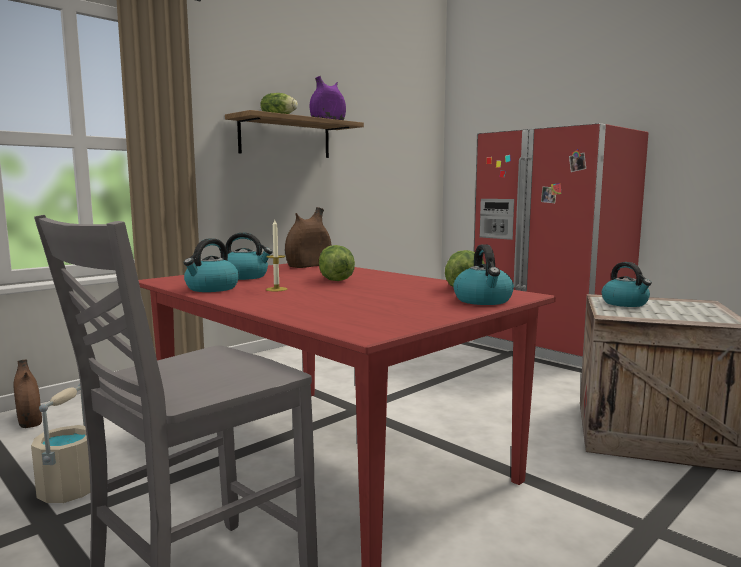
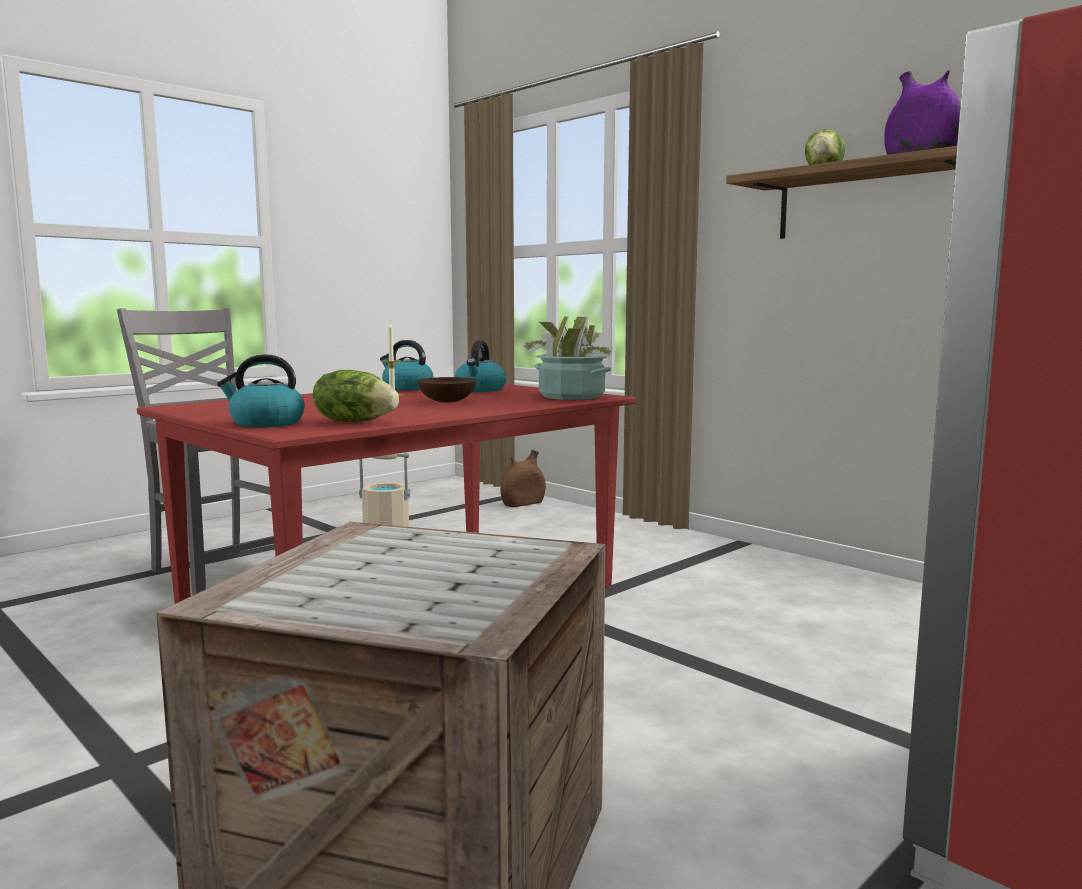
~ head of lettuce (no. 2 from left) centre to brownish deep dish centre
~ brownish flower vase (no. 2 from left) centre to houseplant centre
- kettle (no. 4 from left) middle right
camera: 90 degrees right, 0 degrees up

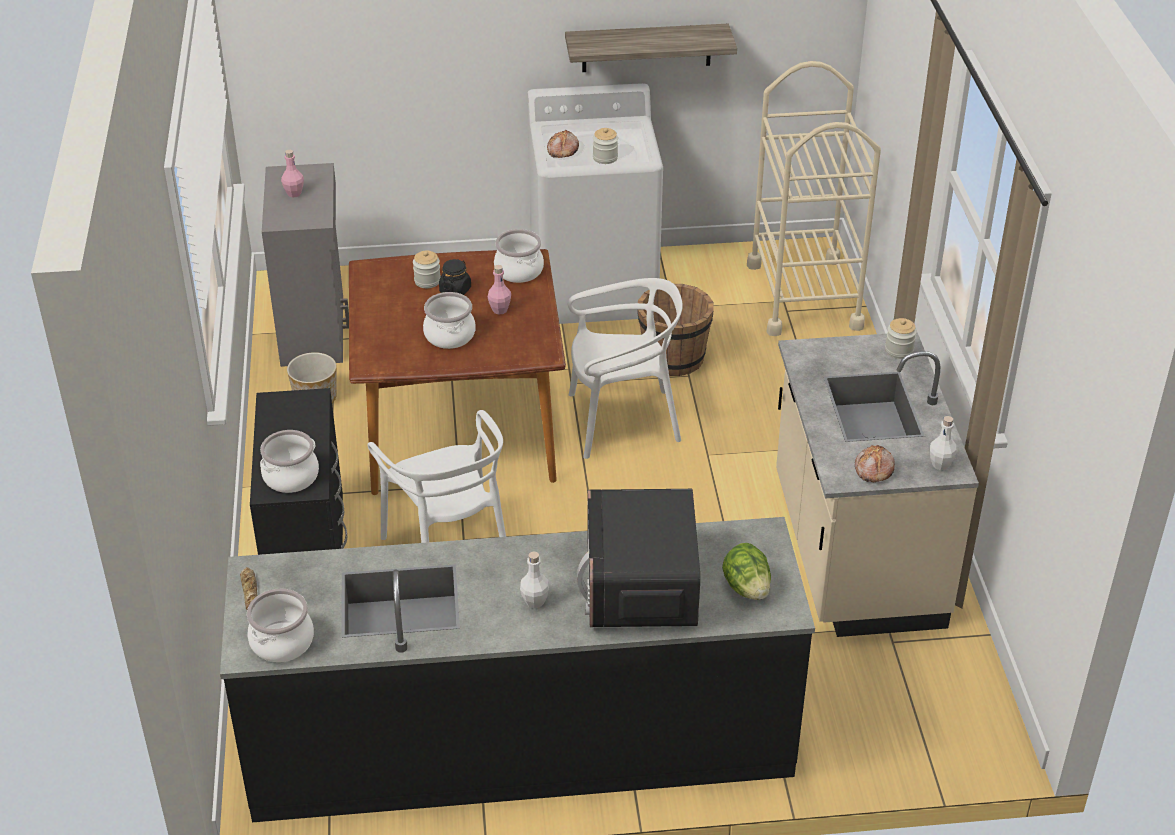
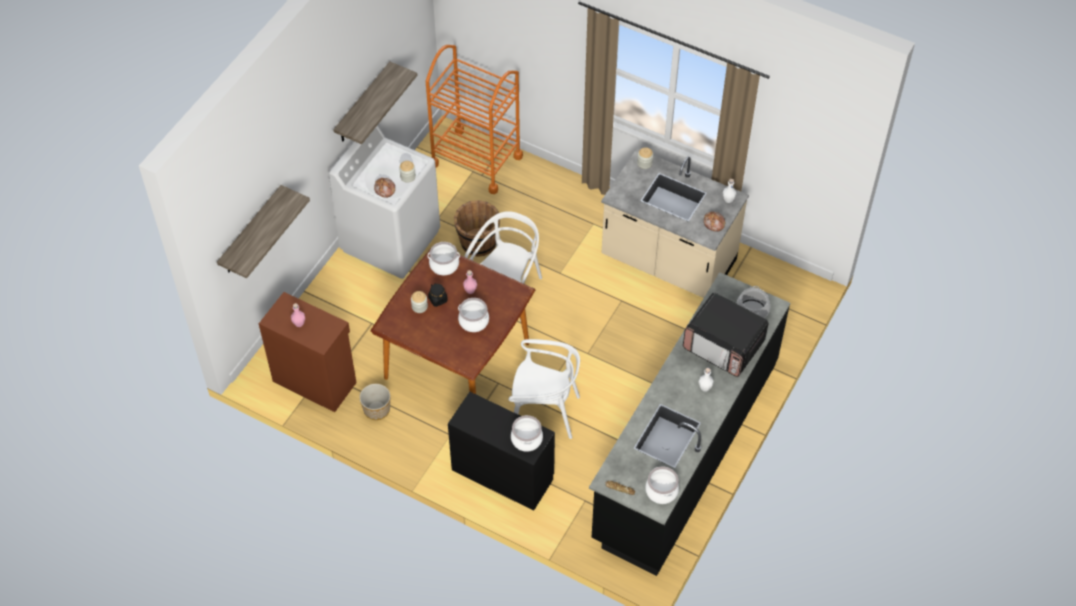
+ bracket shelf (no. 1 from left) middle left
~ grey cupboard top left to brownish cupboard middle left
~ beige-coloured wheeled cart top right to orangey wheeled cart top centre
~ head of lettuce bottom centre to stockpot (no. 5 from left) middle right
camera: 55 degrees left, 15 degrees up

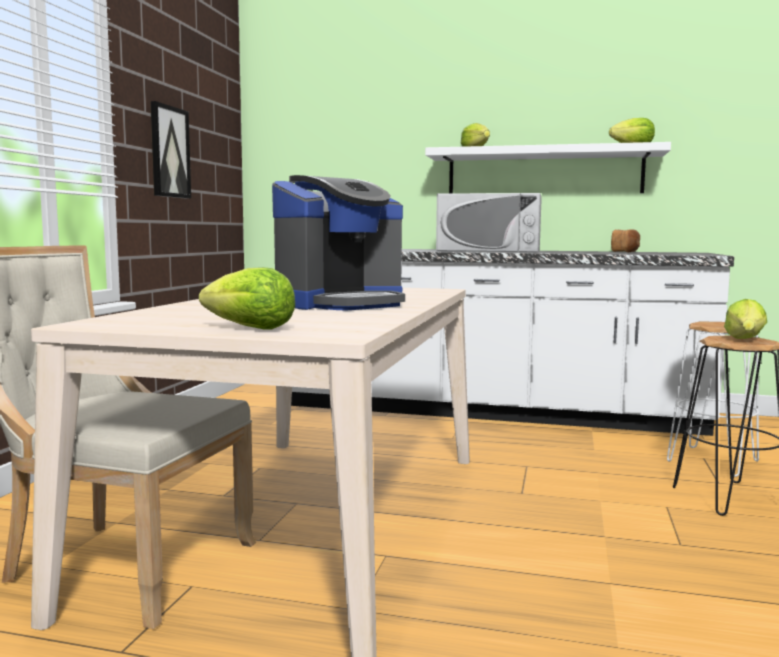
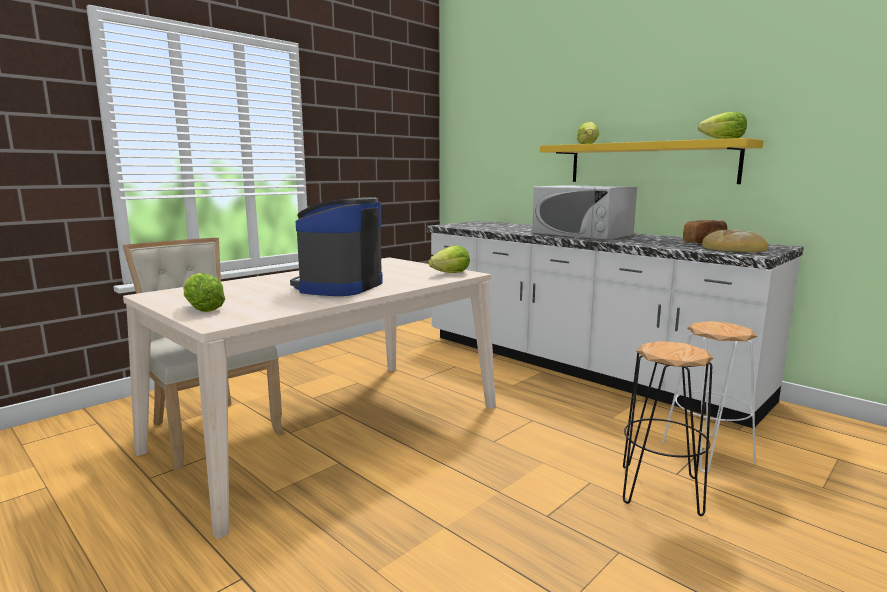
~ coffee brewer centre = centre 120 degrees clockwise
~ head of lettuce (no. 4 from left in the first image) middle right to head of lettuce (no. 2 from left) centre
~ whitish bracket shelf top right to yellow-coloured bracket shelf top right
+ bread (no. 2 from left) middle right
- picture top left
camera: 30 degrees right, 5 degrees up

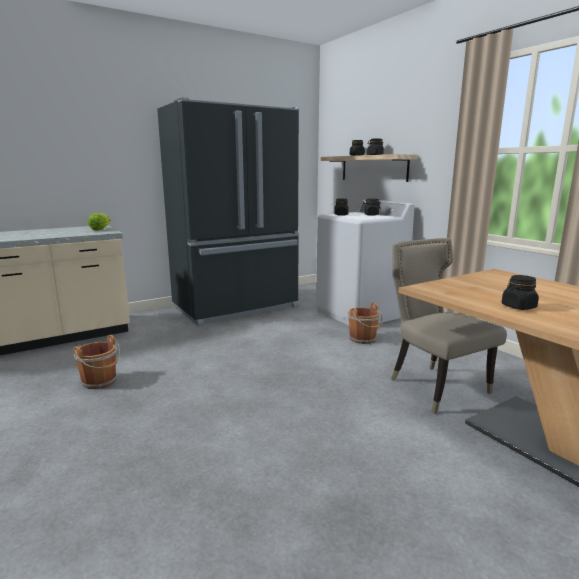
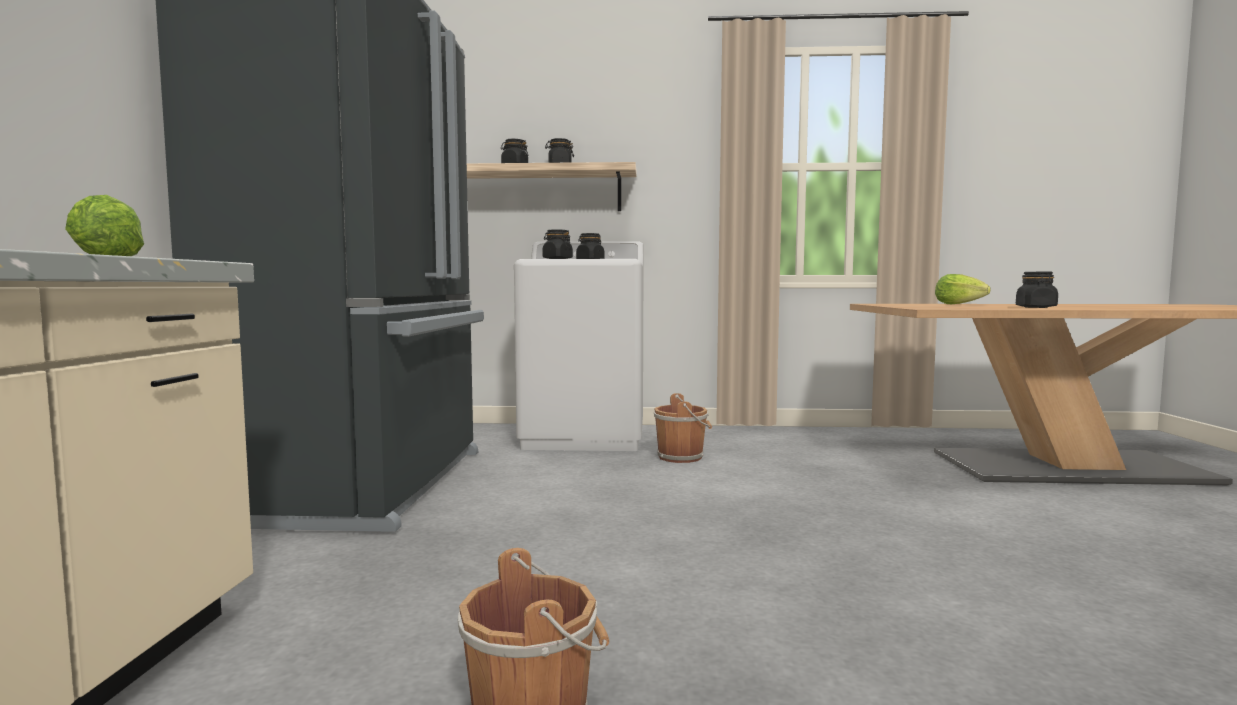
+ head of lettuce (no. 2 from left) middle right
- beige-coloured upright chair middle right
camera: 55 degrees left, 10 degrees down

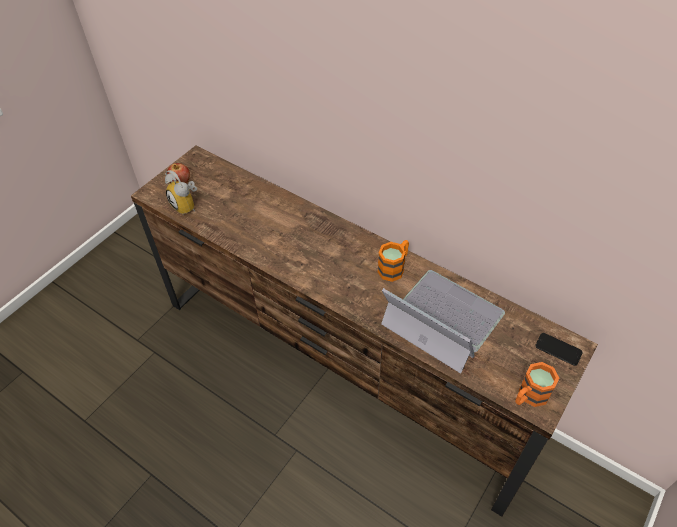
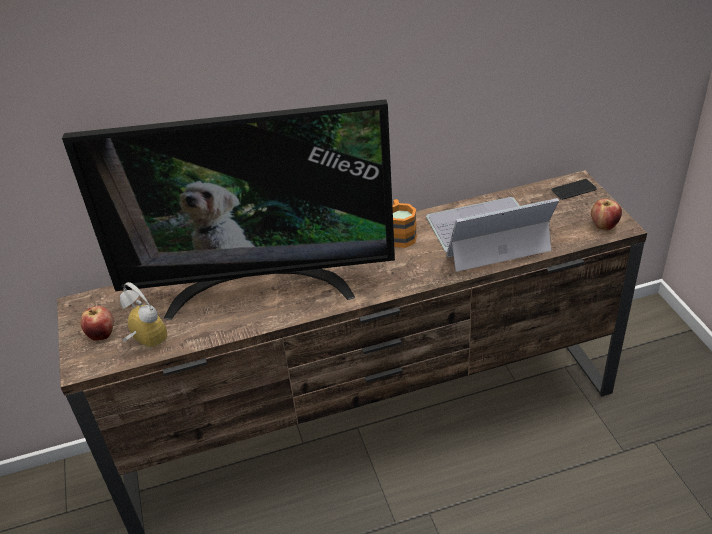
+ television middle left
~ bedside clock middle left = middle left 135 degrees counterclockwise
~ orangey tea mug (no. 2 from left) bottom right to whole apple (no. 2 from left) middle right
camera: 50 degrees left, 10 degrees down

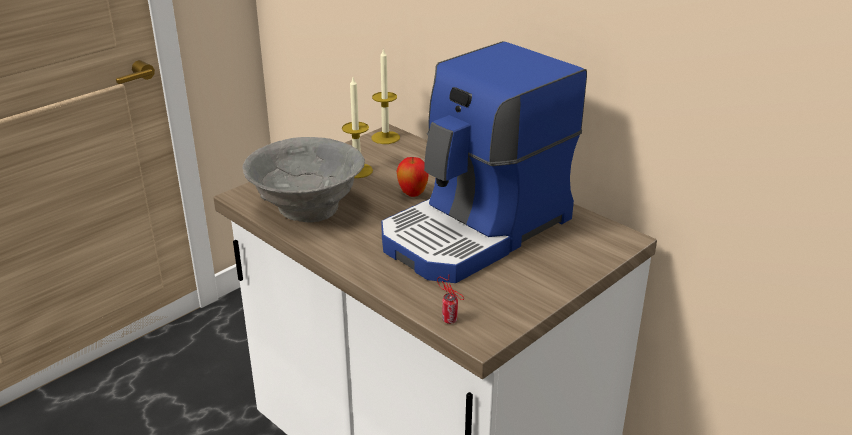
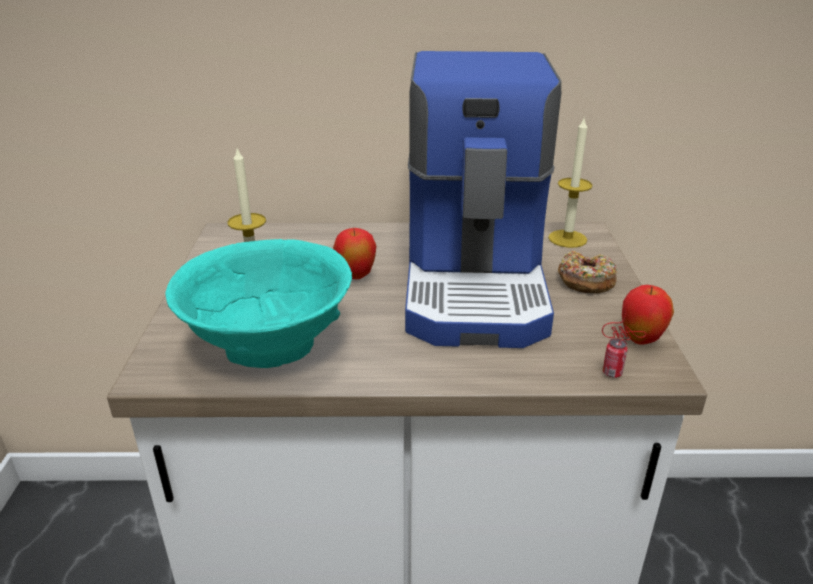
~ grey deep dish centre to blue-green deep dish middle left
~ wax candle (no. 2 from left) top centre to top right
+ doughnut middle right
+ whole apple (no. 2 from left) middle right
camera: 45 degrees left, 0 degrees up

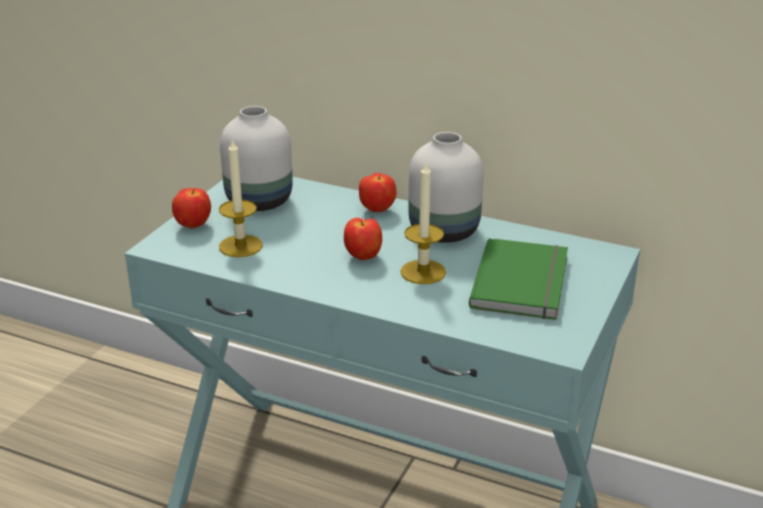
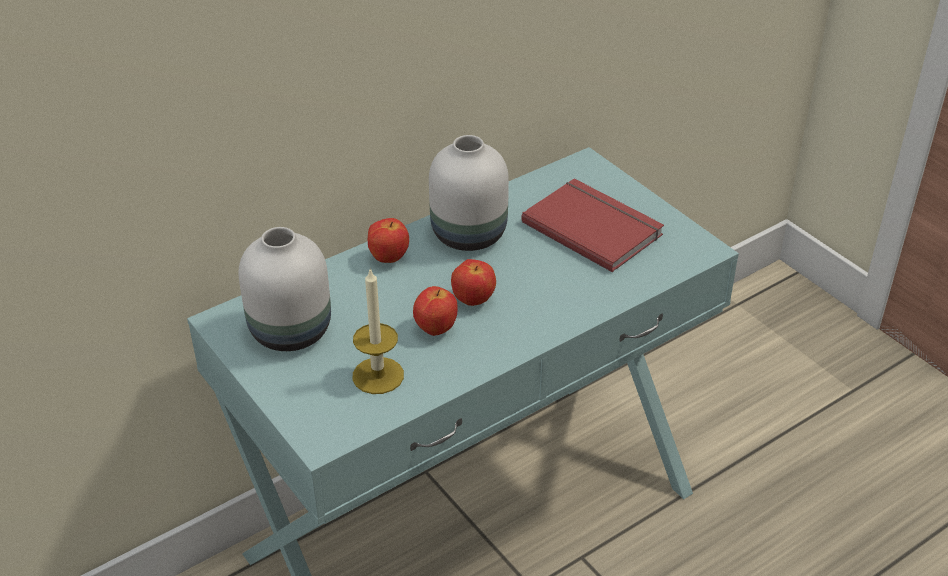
~ whole apple (no. 1 from left in the first image) middle left to whole apple (no. 2 from left) centre
~ green-coloured volume middle right to red volume centre
- wax candle (no. 2 from left) centre
camera: 60 degrees left, 10 degrees up

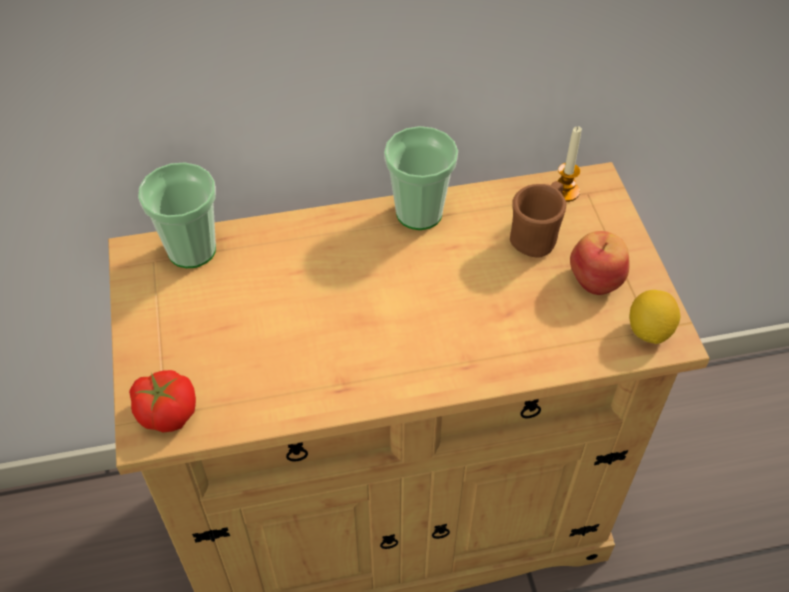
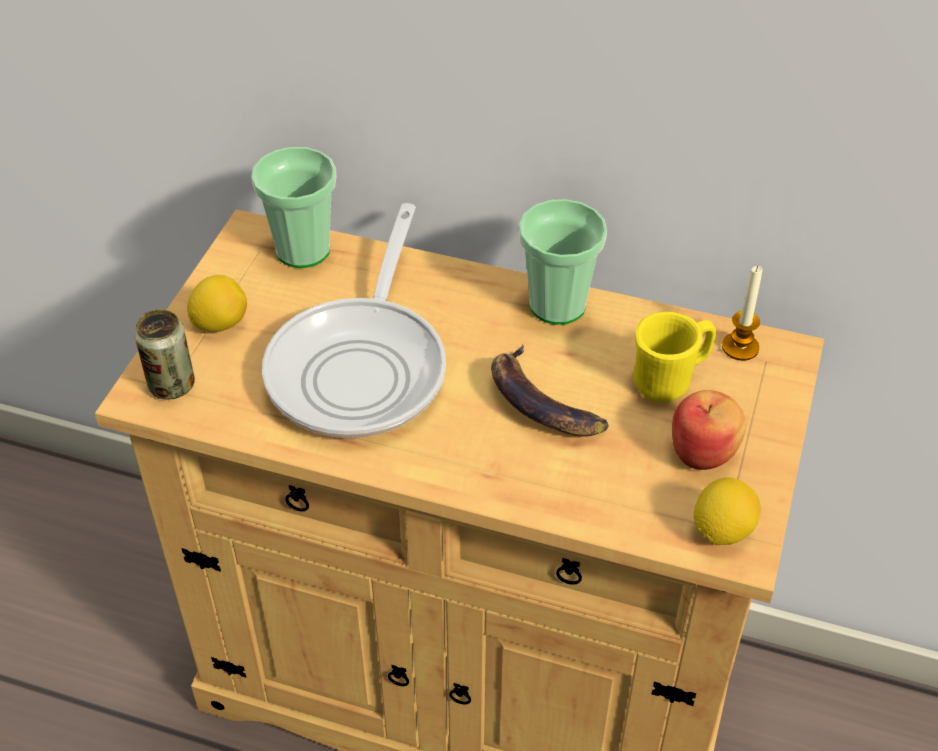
~ fresh tomato bottom left to metal can middle left
+ whole lemon (no. 1 from left) middle left
+ pan centre
+ banana fruit centre
~ brownish tea mug middle right to yellow-coloured tea mug middle right
camera: 30 degrees right, 5 degrees down

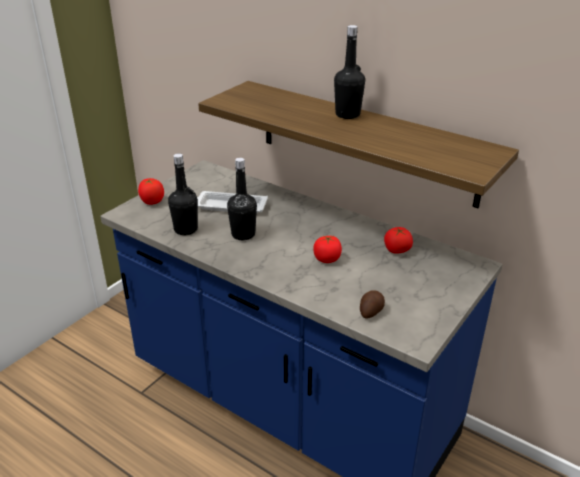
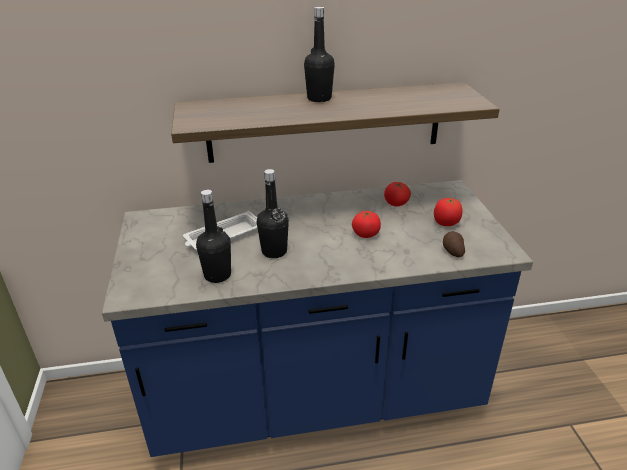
~ fresh tomato (no. 1 from left in the first image) middle left to fresh tomato (no. 3 from left) middle right
camera: 45 degrees left, 0 degrees up

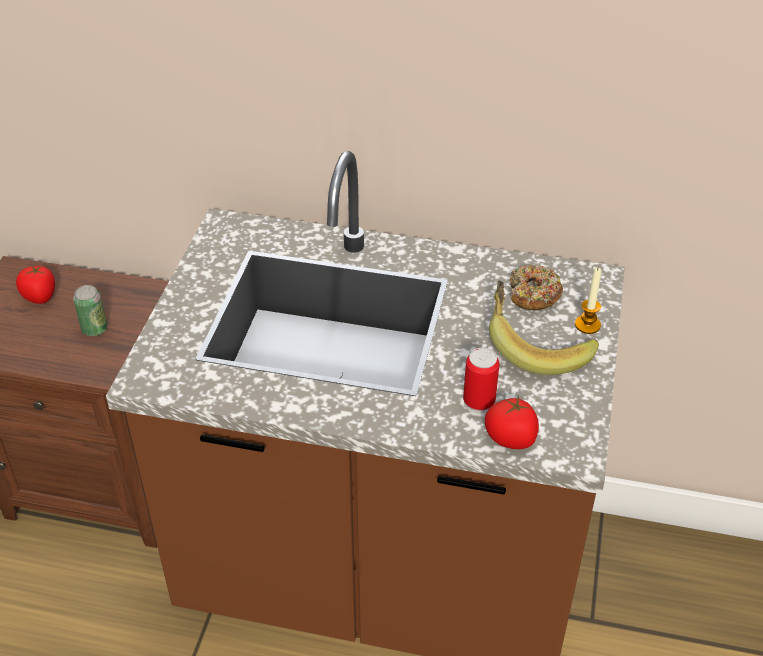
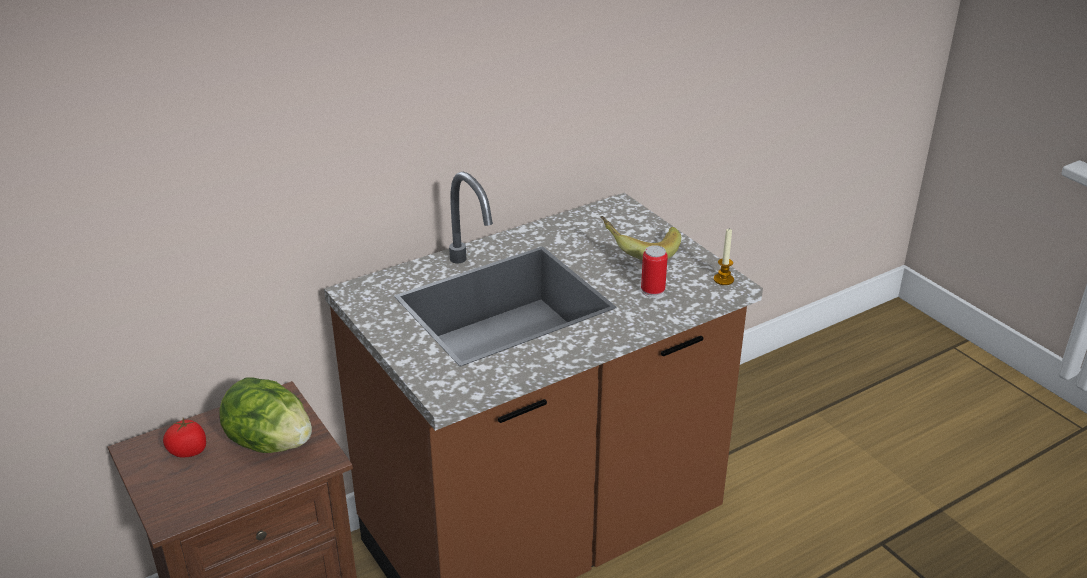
~ metal can (no. 1 from left) middle left to head of lettuce bottom left
~ wax candle middle right to centre
- fresh tomato (no. 2 from left) middle right
- doughnut middle right
camera: 45 degrees left, 10 degrees down

